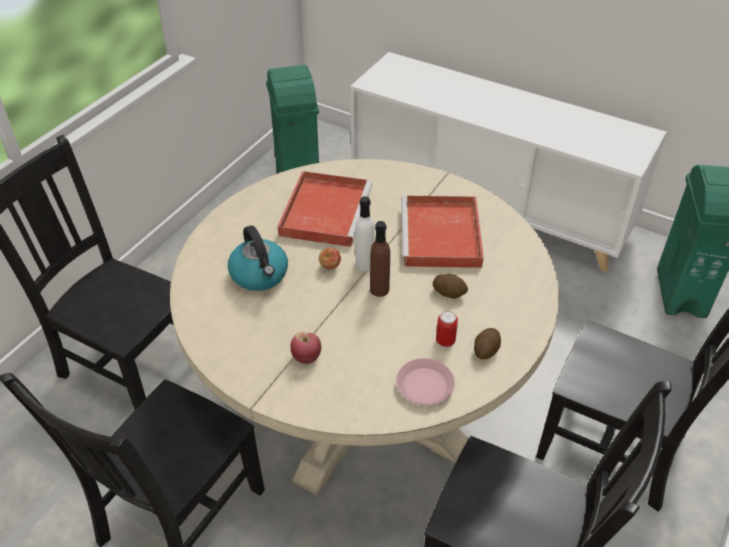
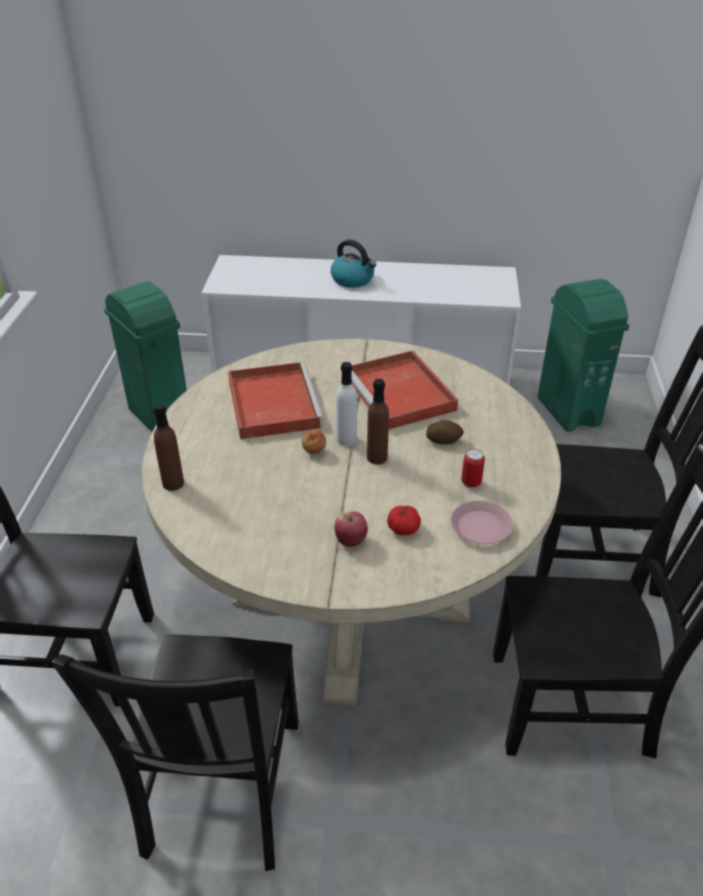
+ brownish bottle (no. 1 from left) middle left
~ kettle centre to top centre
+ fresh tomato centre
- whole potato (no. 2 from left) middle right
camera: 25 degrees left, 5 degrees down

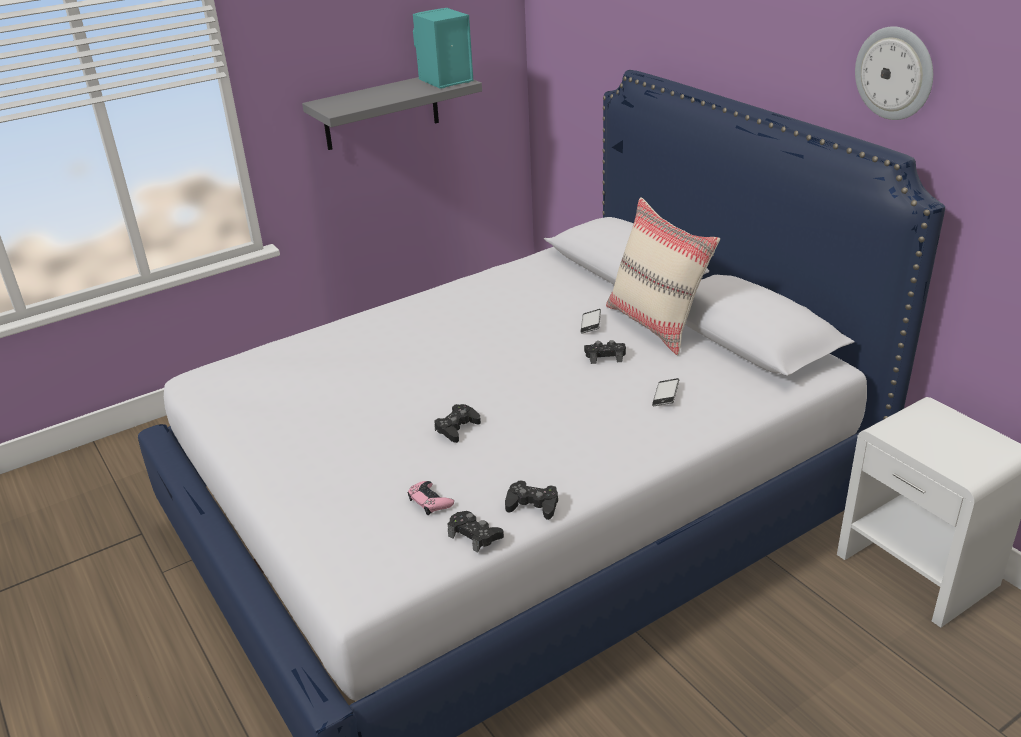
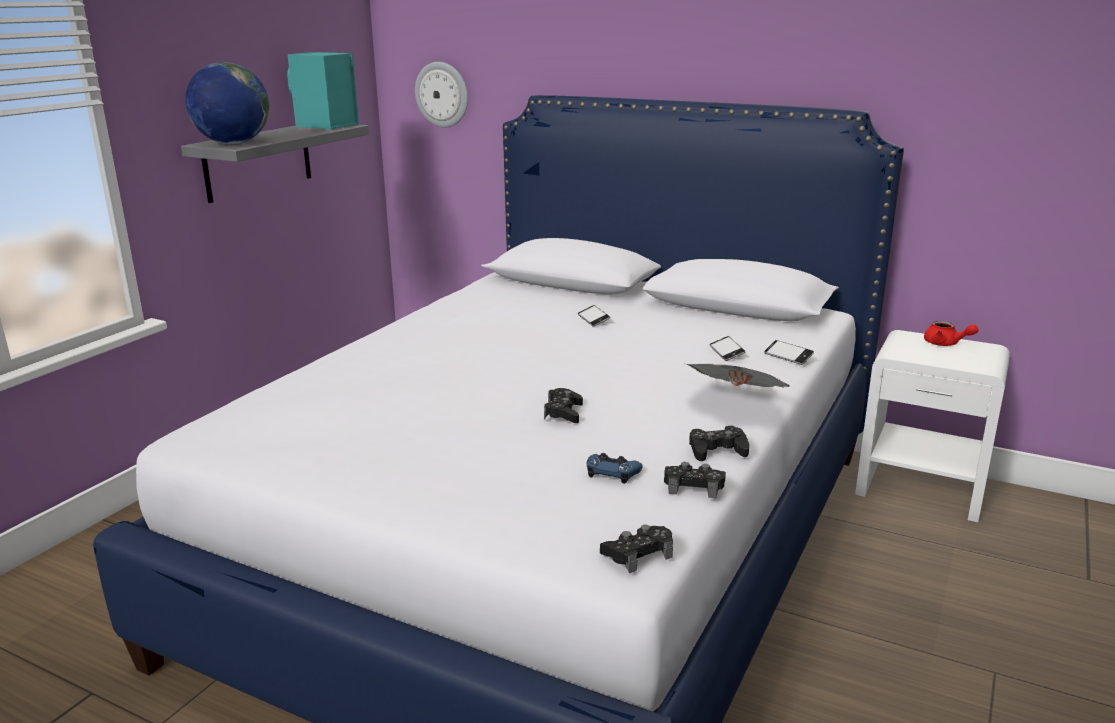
+ world globe top left
~ wall clock top right to top centre
~ pink-coloured gamepad bottom centre to blue-coloured gamepad centre
~ blackish gamepad (no. 4 from left in the first image) centre to blackish gamepad (no. 2 from left) bottom centre
+ daily paper centre
+ telephone (no. 3 from left) middle right
+ red pot for tea middle right
- beige-coloured throw pillow centre
camera: 30 degrees left, 10 degrees down

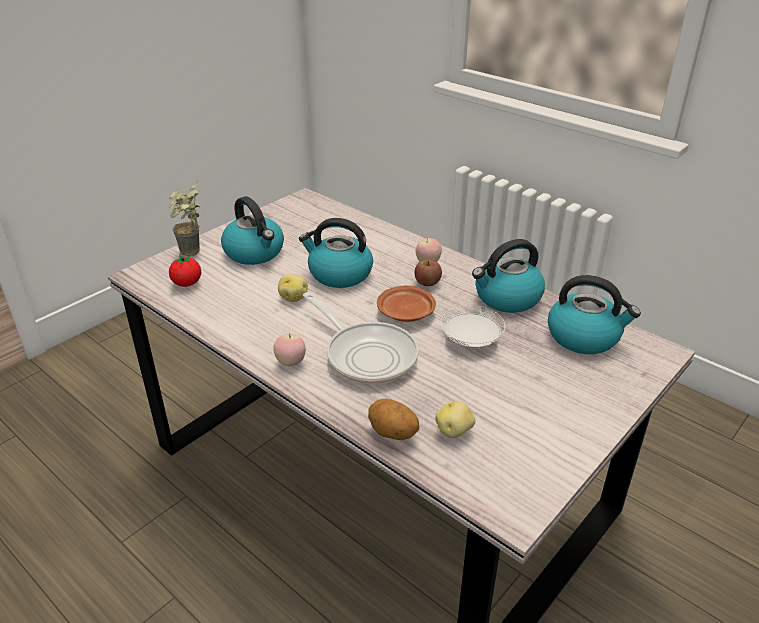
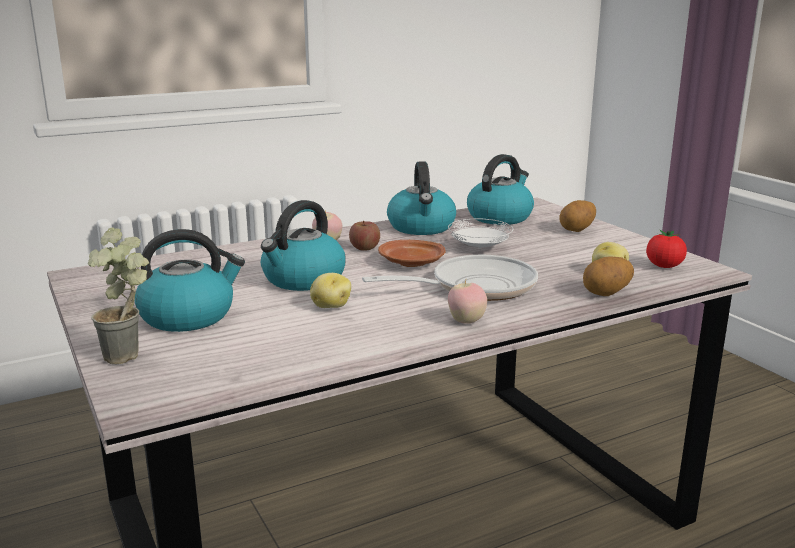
+ whole potato (no. 2 from left) middle right
~ fresh tomato middle left to middle right
camera: 70 degrees left, 15 degrees down

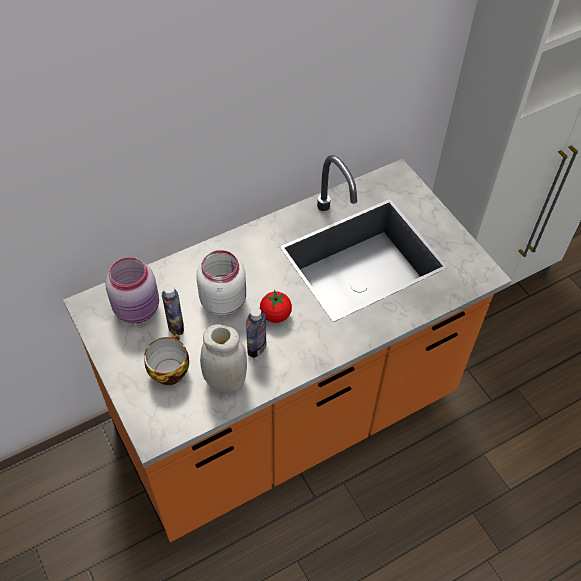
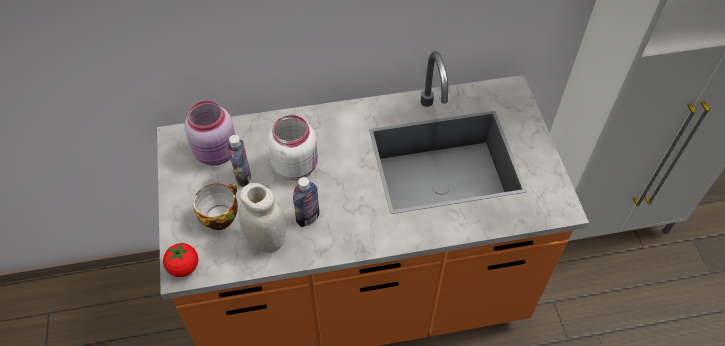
~ fresh tomato centre to bottom left
camera: 20 degrees right, 0 degrees up

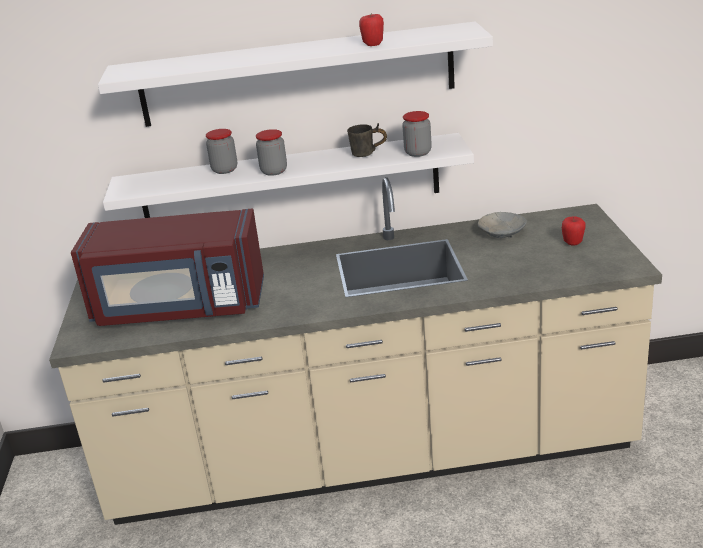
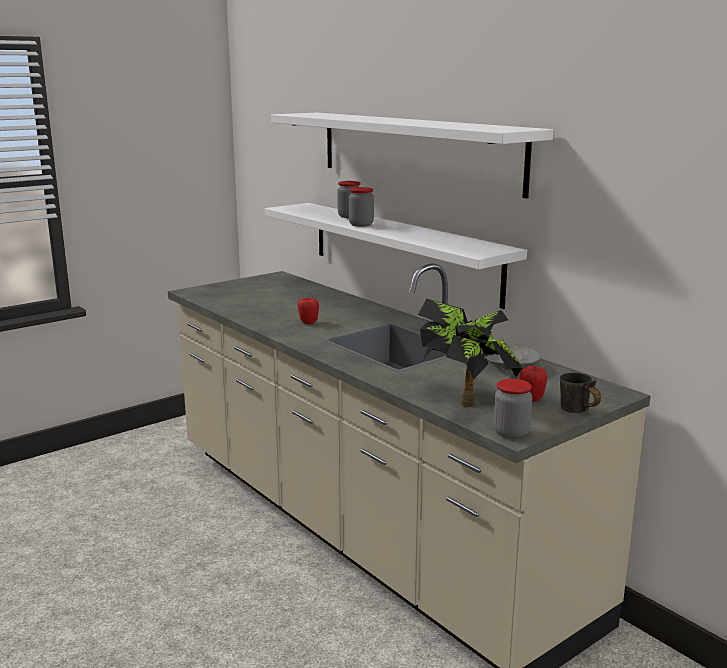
~ whole apple (no. 1 from left) top centre to centre
+ houseplant centre
~ storage jar (no. 3 from left) top centre to middle right
~ grey tea mug top centre to middle right
- red microwave oven middle left
camera: 55 degrees right, 10 degrees down

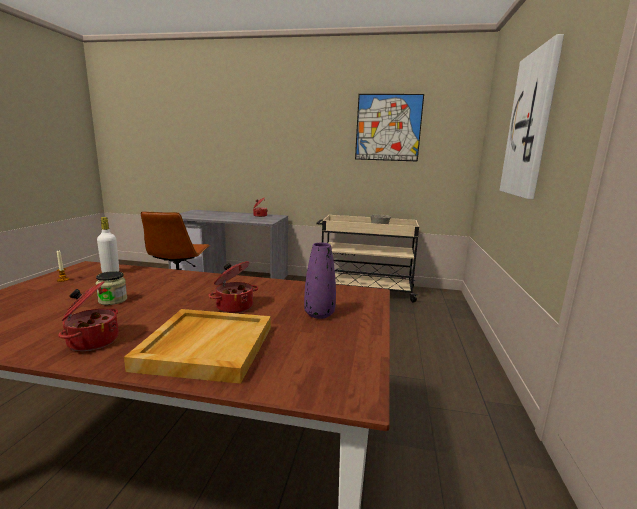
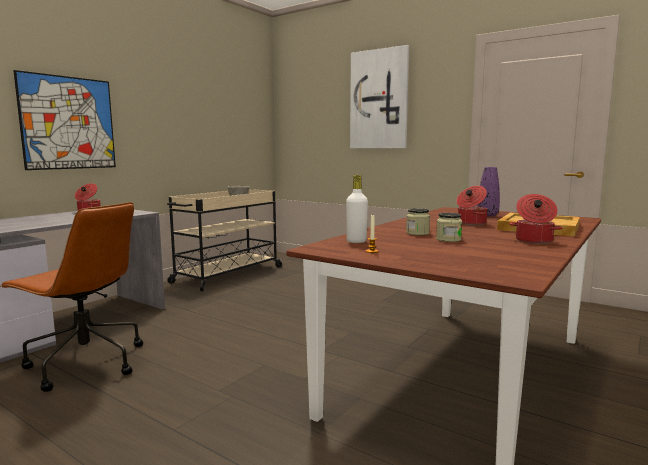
~ picture (no. 1 from left) top centre to top left
+ storage jar (no. 1 from left) centre
camera: 65 degrees left, 5 degrees down

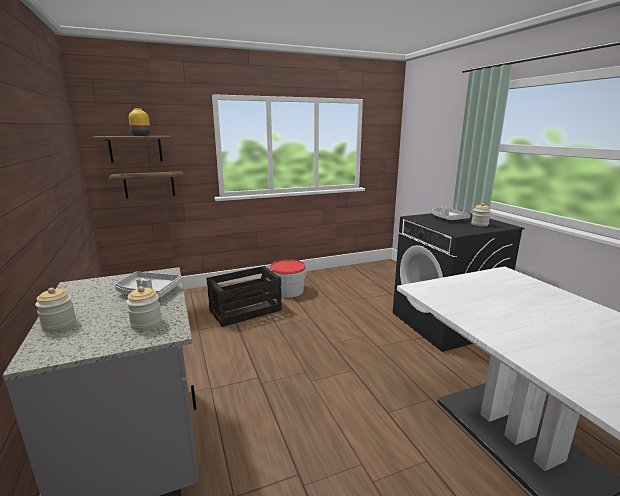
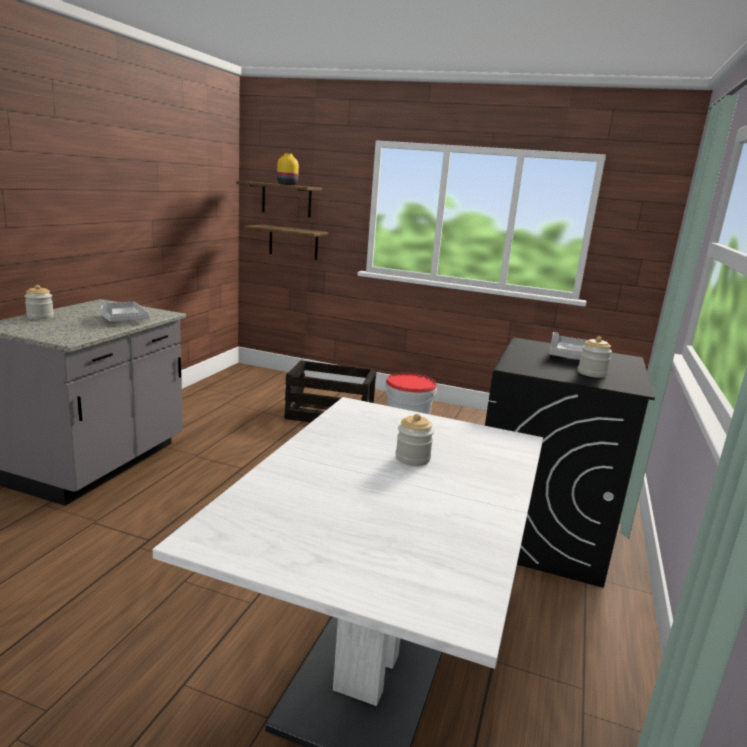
~ storage jar (no. 2 from left) middle left to centre
camera: 40 degrees right, 0 degrees up

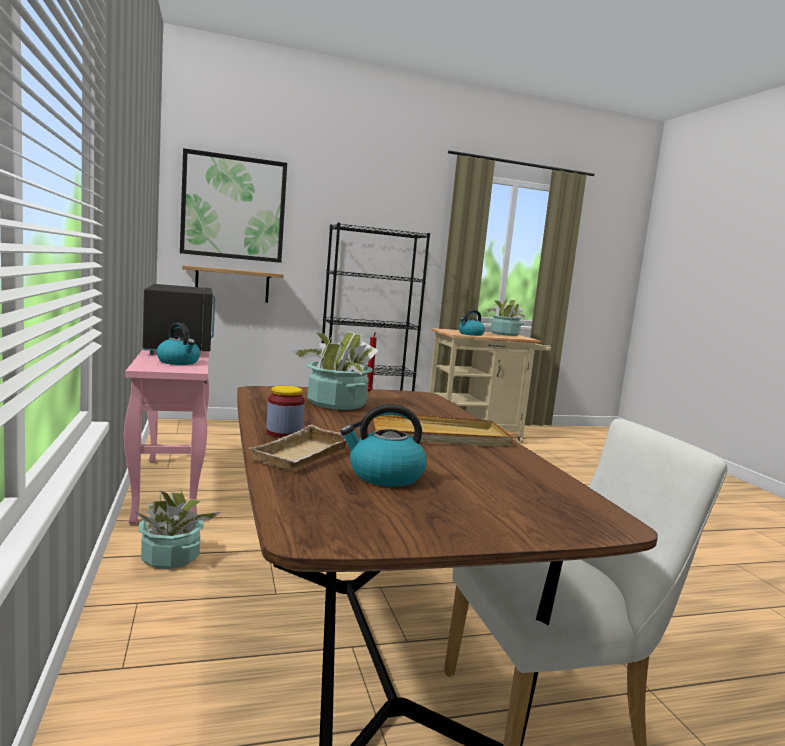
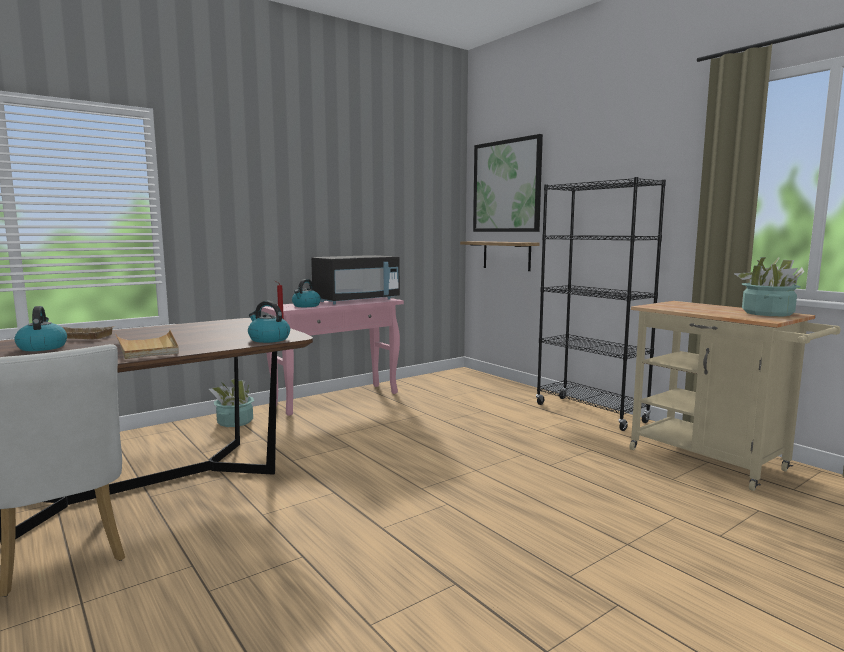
~ kettle (no. 3 from left in the first image) centre to kettle (no. 2 from left) middle left
- storage jar centre
- houseplant (no. 2 from left) centre
camera: 70 degrees right, 0 degrees up

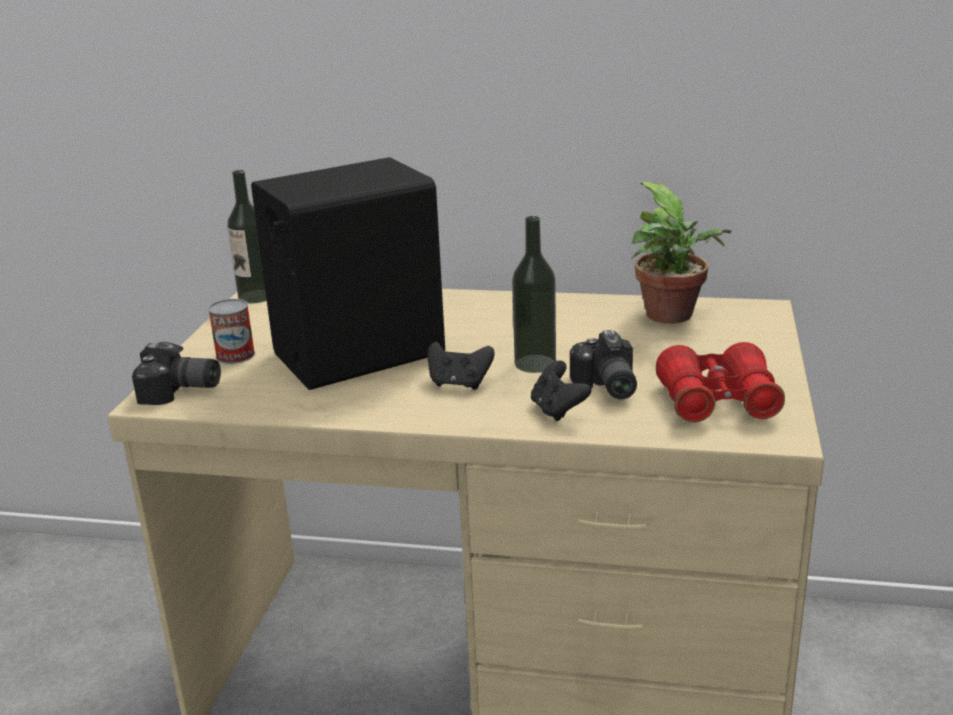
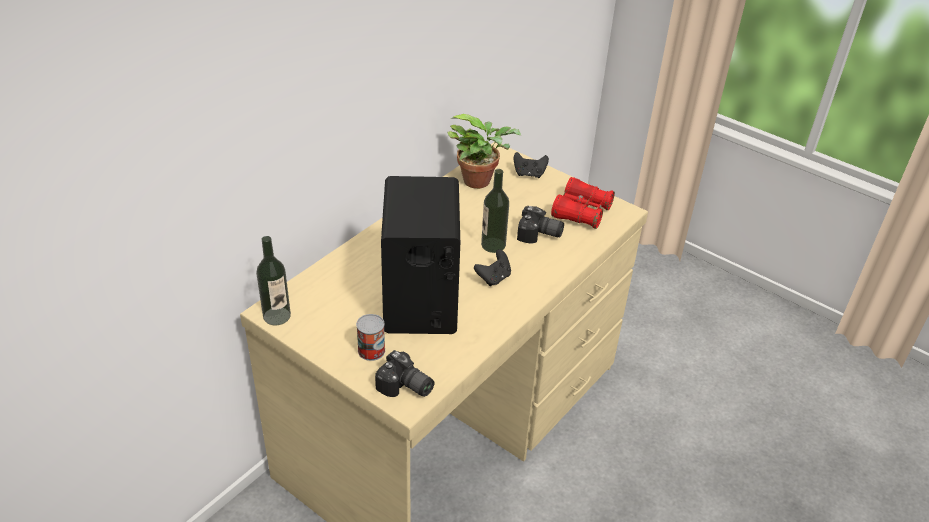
~ still camera (no. 1 from left) middle left = bottom centre 90 degrees clockwise
~ blackish gamepad (no. 2 from left) centre to top centre
camera: 65 degrees left, 15 degrees up

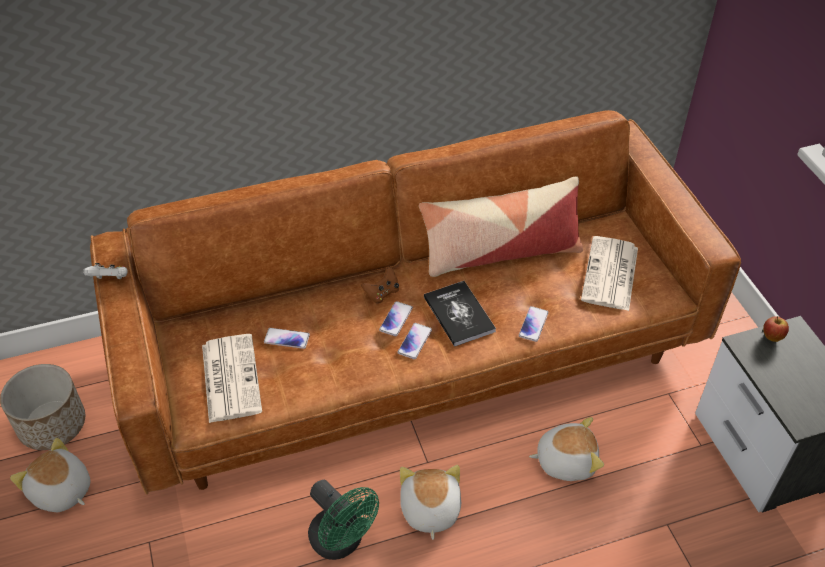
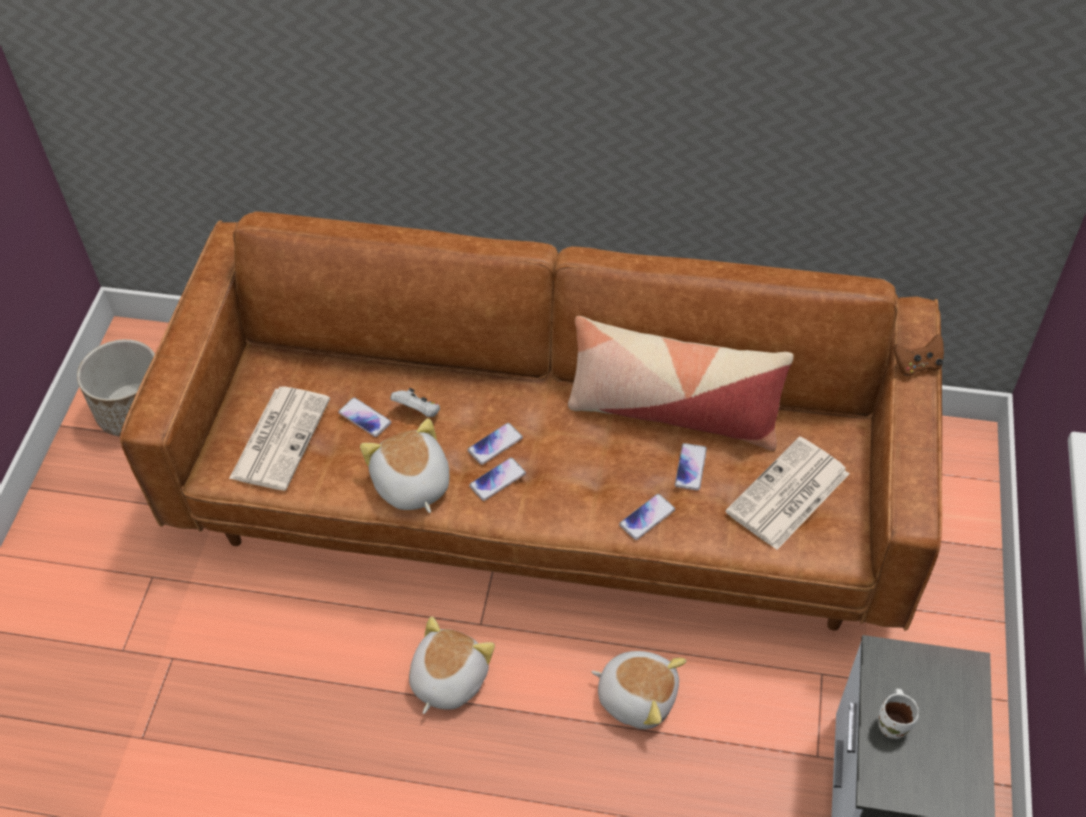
~ cuddly toy (no. 1 from left) bottom left to centre
~ whitish gamepad middle left to centre
+ telephone (no. 5 from left) centre
+ whitish tea mug bottom right
~ brownish gamepad centre to middle right
- green-coloured cooling fan bottom centre
- volume centre
- whole apple middle right
camera: 30 degrees right, 5 degrees up

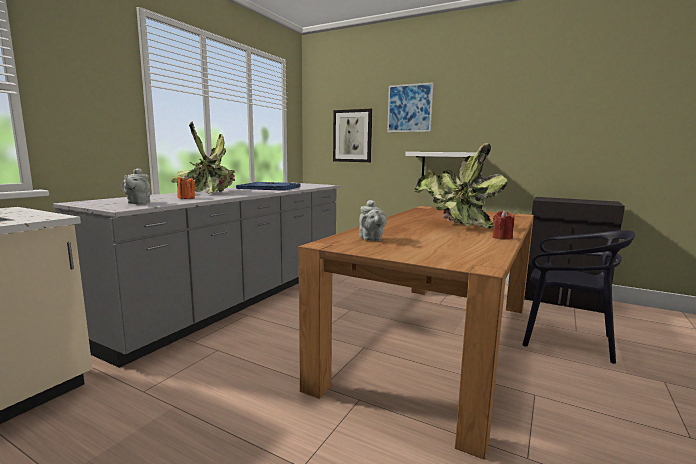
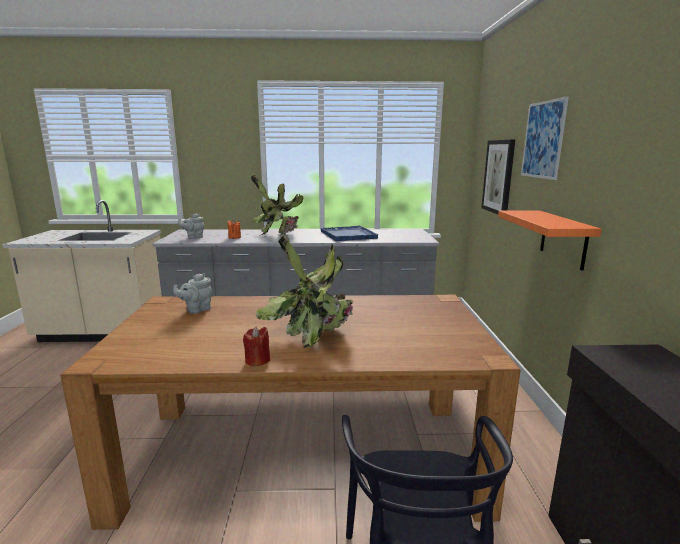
~ whitish bracket shelf centre to orangey bracket shelf middle right
camera: 60 degrees right, 5 degrees up

